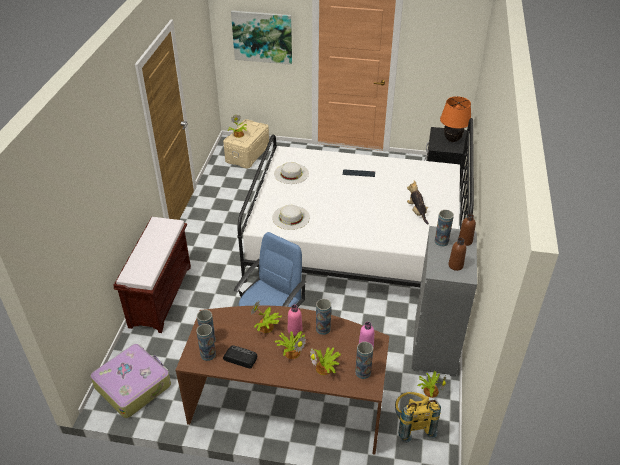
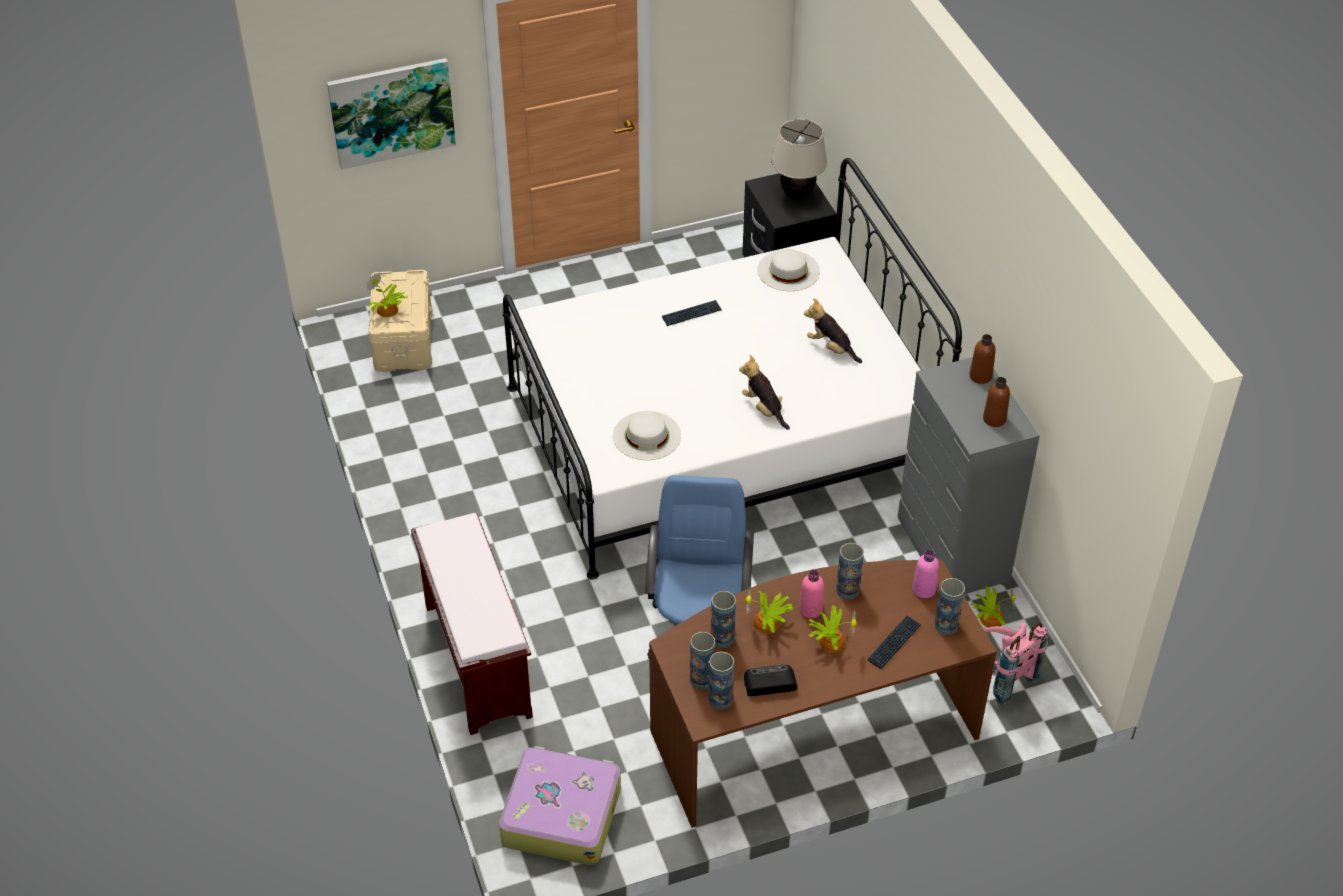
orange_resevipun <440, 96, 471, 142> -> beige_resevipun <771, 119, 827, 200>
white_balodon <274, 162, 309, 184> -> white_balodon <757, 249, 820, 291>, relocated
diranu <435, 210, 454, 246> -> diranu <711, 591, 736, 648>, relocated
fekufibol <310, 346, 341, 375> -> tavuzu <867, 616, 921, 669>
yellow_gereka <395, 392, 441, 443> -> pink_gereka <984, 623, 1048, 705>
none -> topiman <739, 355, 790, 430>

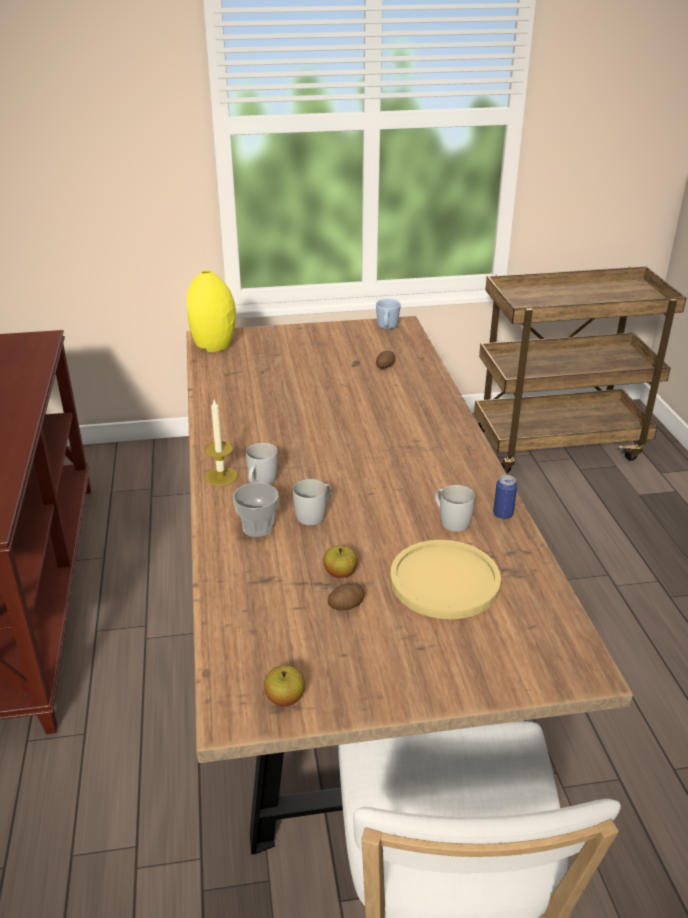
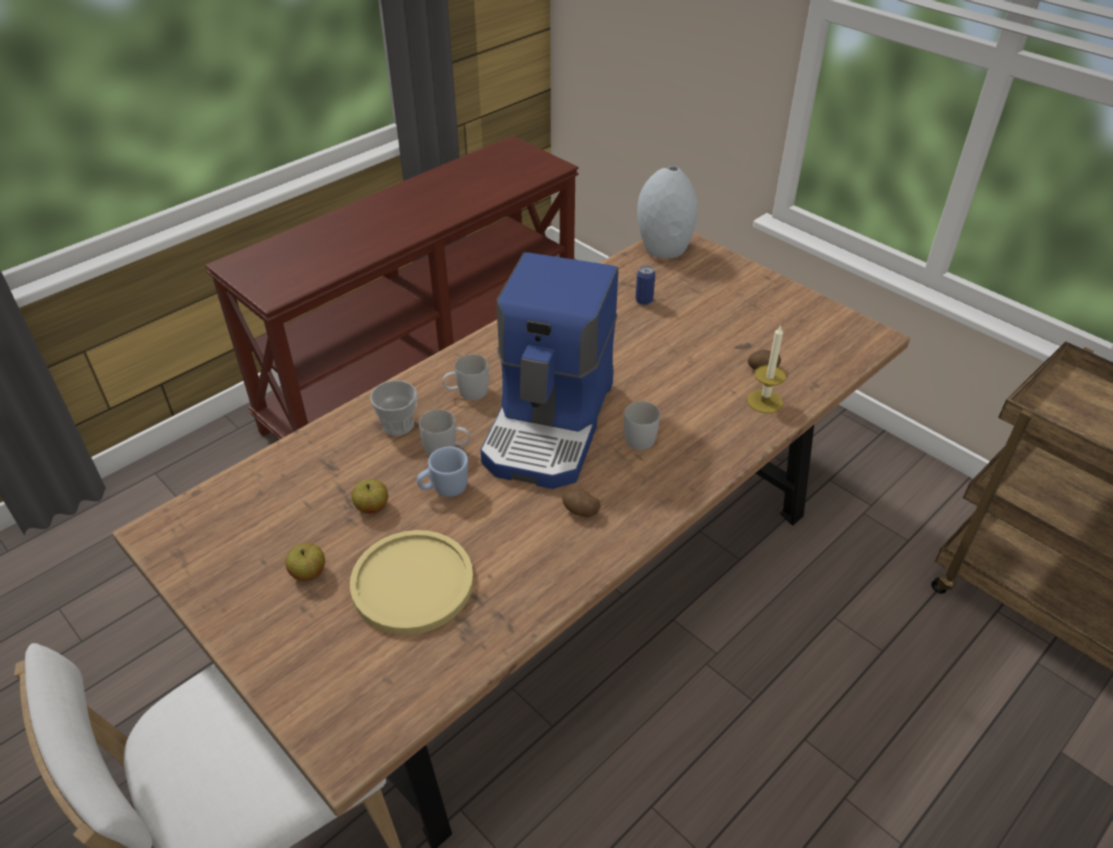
yellow_diranu <187, 270, 236, 352> -> grey_diranu <637, 166, 698, 258>
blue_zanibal <376, 299, 401, 329> -> blue_zanibal <417, 447, 468, 497>, relocated
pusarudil <205, 400, 238, 486> -> pusarudil <747, 325, 786, 413>, relocated
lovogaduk <493, 475, 517, 519> -> lovogaduk <635, 265, 655, 305>, relocated
white_zanibal <435, 485, 475, 532> -> white_zanibal <624, 401, 660, 450>, relocated
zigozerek <328, 583, 364, 610> -> zigozerek <562, 489, 601, 517>, relocated
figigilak <264, 665, 305, 706> -> figigilak <285, 543, 325, 581>, relocated
none -> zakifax <481, 252, 618, 489>

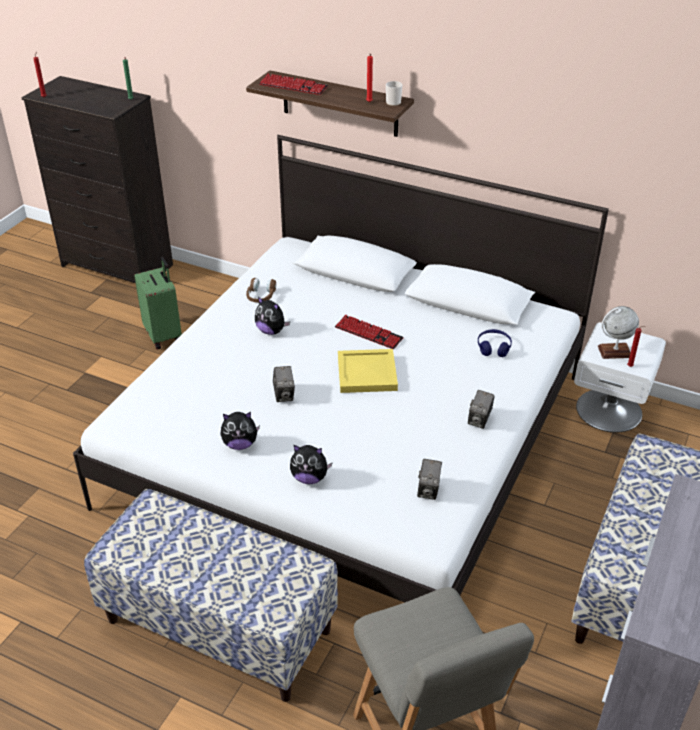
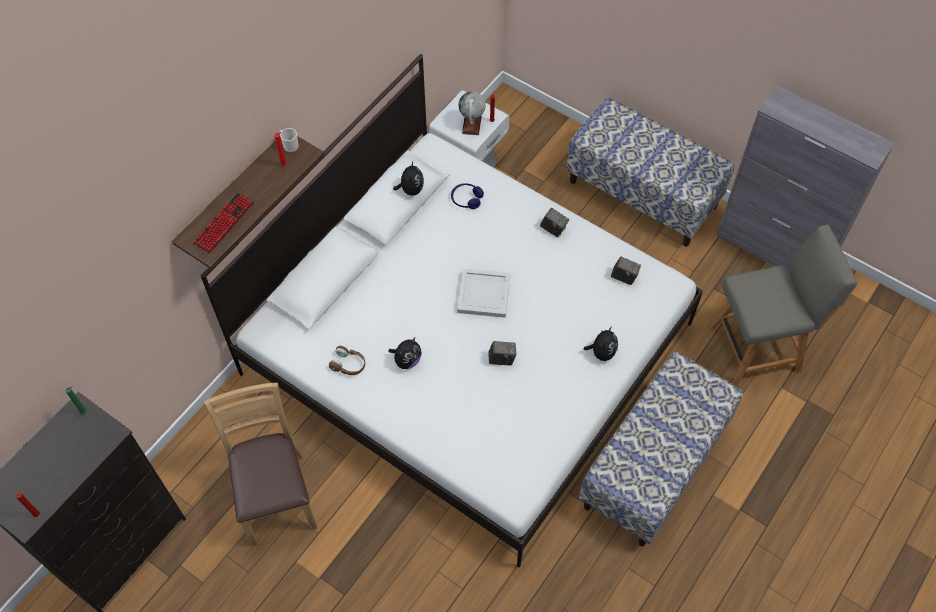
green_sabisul <134, 257, 182, 350> -> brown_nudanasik <204, 383, 317, 546>
tavuzu <335, 314, 404, 349> -> none
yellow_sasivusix <338, 349, 398, 393> -> white_sasivusix <457, 268, 511, 318>
topiman <220, 412, 260, 450> -> topiman <393, 161, 424, 196>, relocated

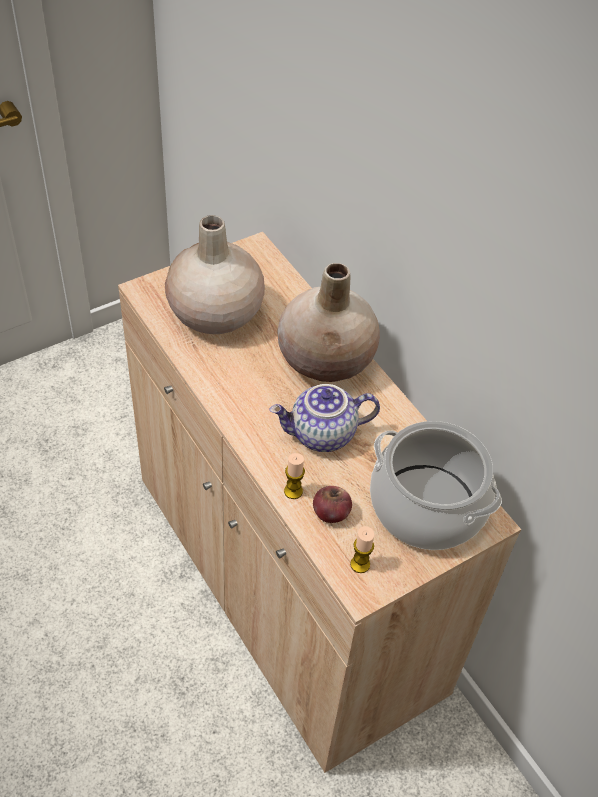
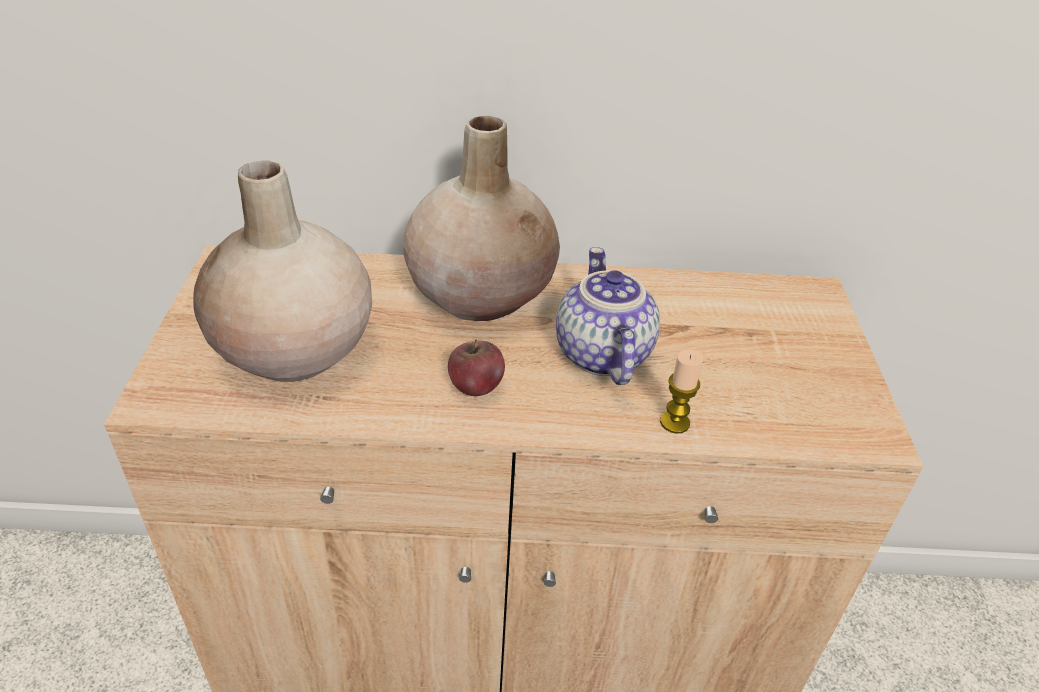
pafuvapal <269, 384, 380, 452> -> pafuvapal <556, 247, 660, 385>, 150 degrees clockwise
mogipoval <370, 421, 502, 550> -> none
figigilak <313, 486, 352, 523> -> figigilak <448, 339, 505, 396>, relocated
pusarudil <350, 526, 375, 573> -> none

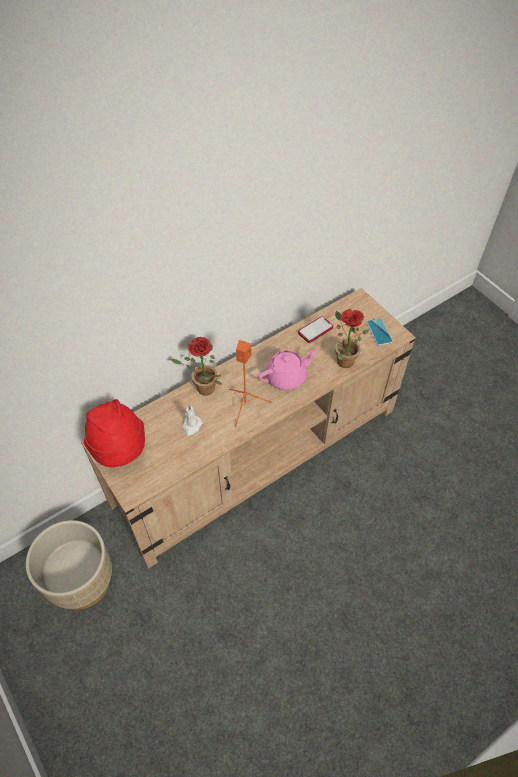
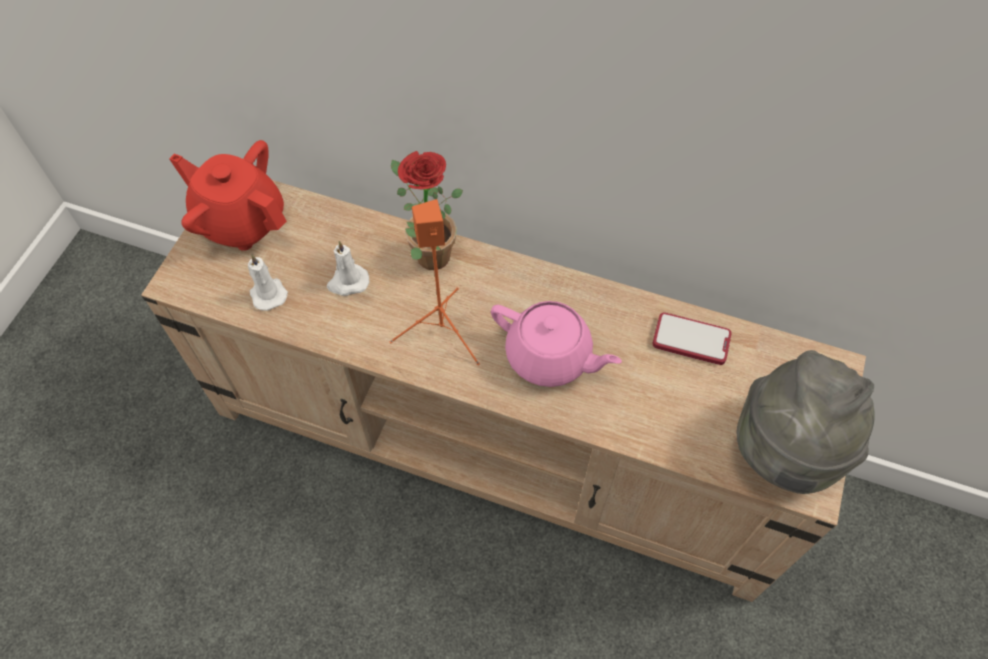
fekufibol <335, 309, 368, 368> -> none
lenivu <366, 318, 393, 346> -> grey_balodon <737, 350, 875, 494>
red_balodon <84, 399, 145, 467> -> red_pafuvapal <169, 140, 287, 251>
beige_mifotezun <26, 520, 112, 610> -> none
none -> white_pusarudil <248, 254, 288, 311>

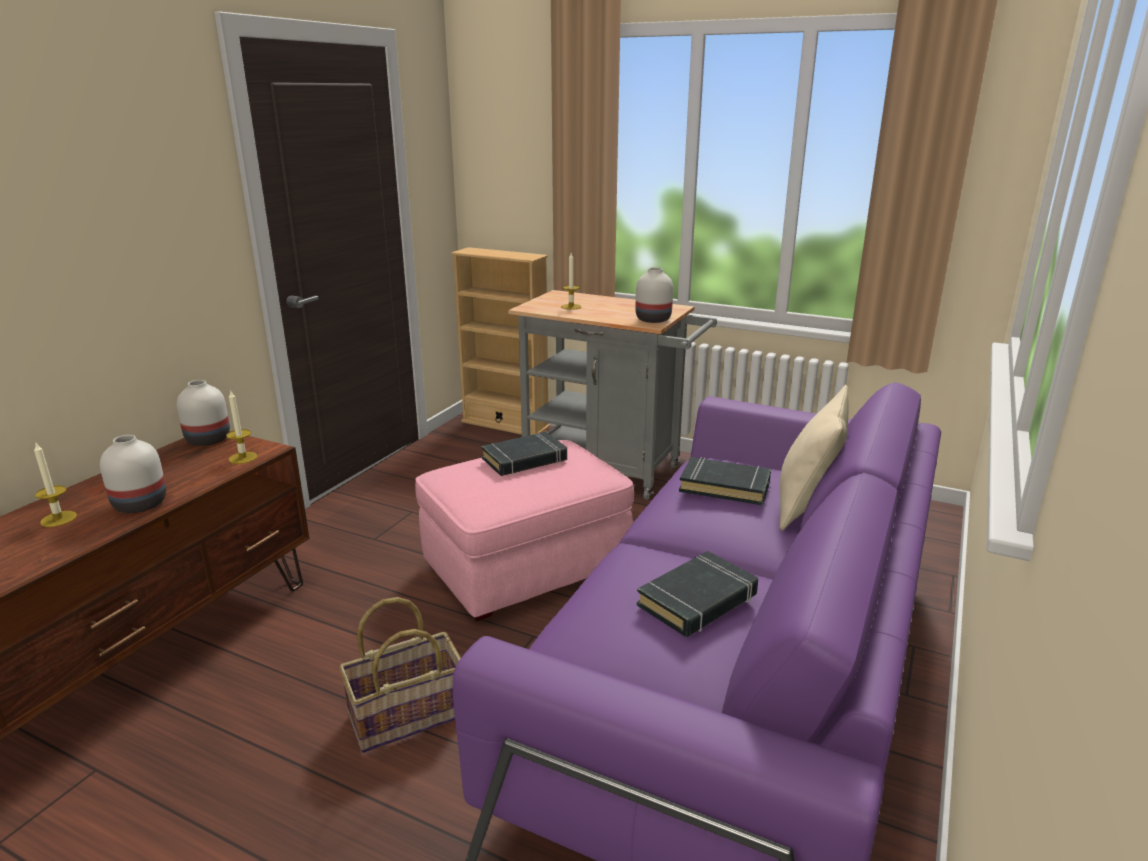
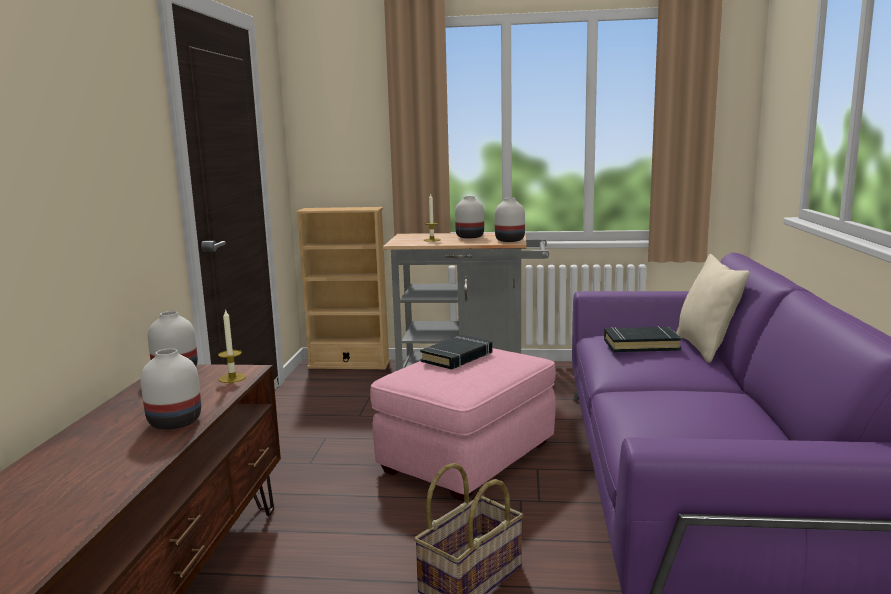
pusarudil <34, 443, 77, 527> -> none
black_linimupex <637, 551, 758, 637> -> none
none -> white_diranu <455, 196, 484, 238>

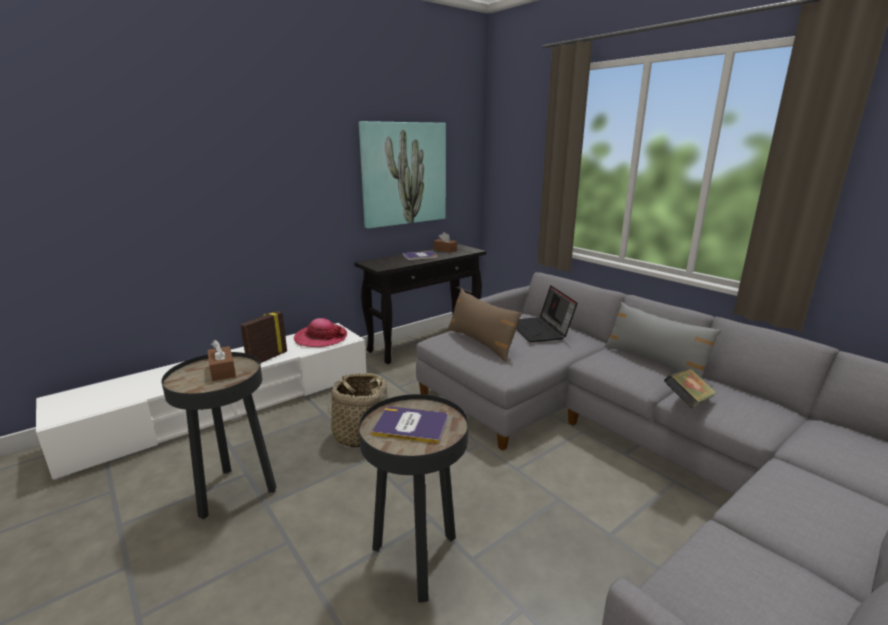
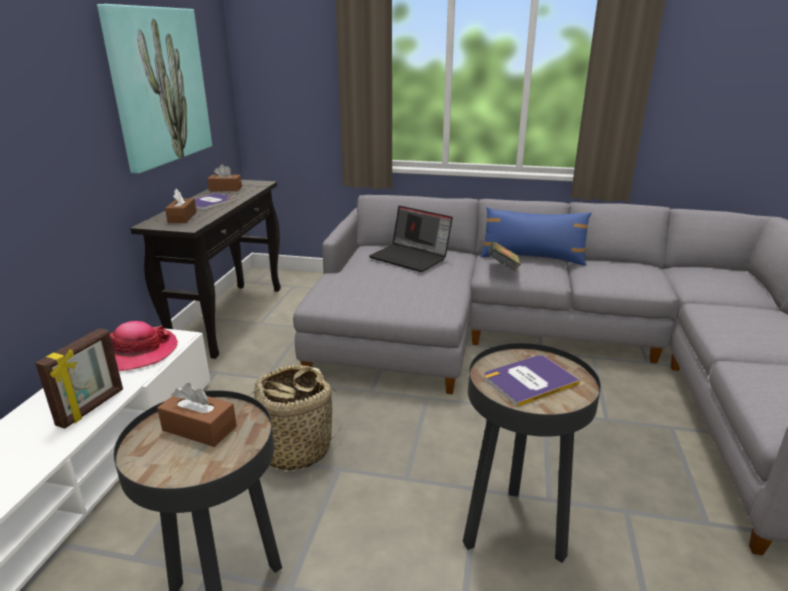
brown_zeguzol <447, 288, 522, 362> -> none
grey_zeguzol <604, 302, 722, 379> -> blue_zeguzol <480, 207, 591, 266>
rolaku <240, 311, 287, 363> -> rolaku <35, 328, 123, 429>, 150 degrees counterclockwise
linimupex <664, 368, 717, 408> -> linimupex <489, 241, 521, 271>, relocated
none -> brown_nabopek <165, 189, 197, 223>

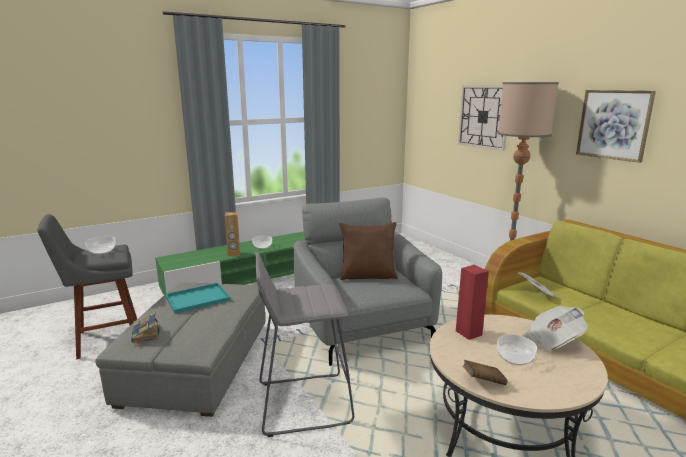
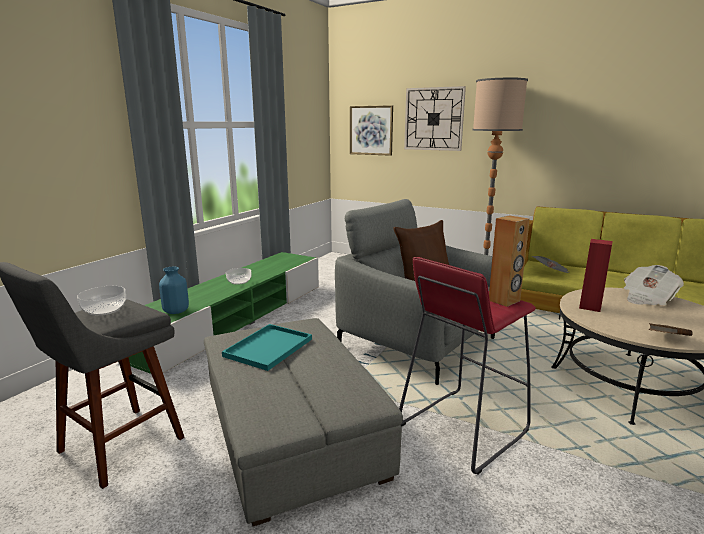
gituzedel <576, 90, 656, 163> -> gituzedel <350, 105, 393, 156>, relocated
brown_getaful <225, 212, 240, 256> -> brown_getaful <489, 215, 530, 307>, relocated
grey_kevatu <255, 252, 354, 437> -> red_kevatu <399, 257, 536, 475>
linimupex <131, 312, 160, 344> -> none
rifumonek <497, 335, 537, 366> -> none
none -> blue_diranu <159, 267, 189, 314>

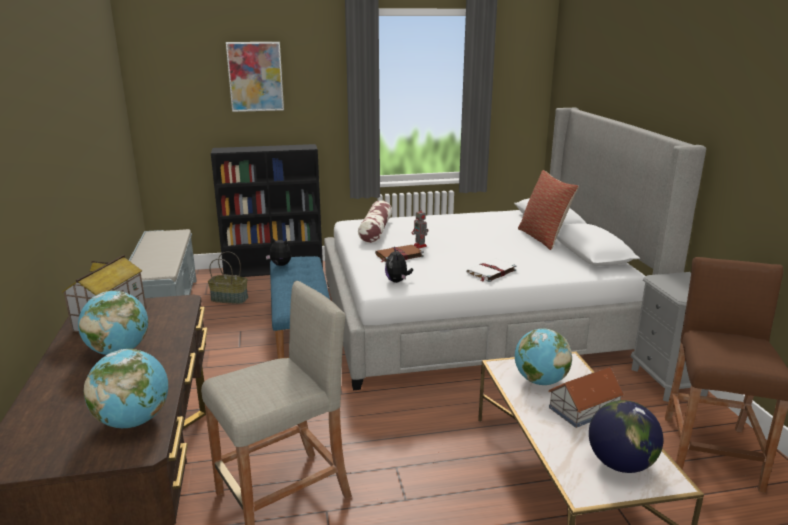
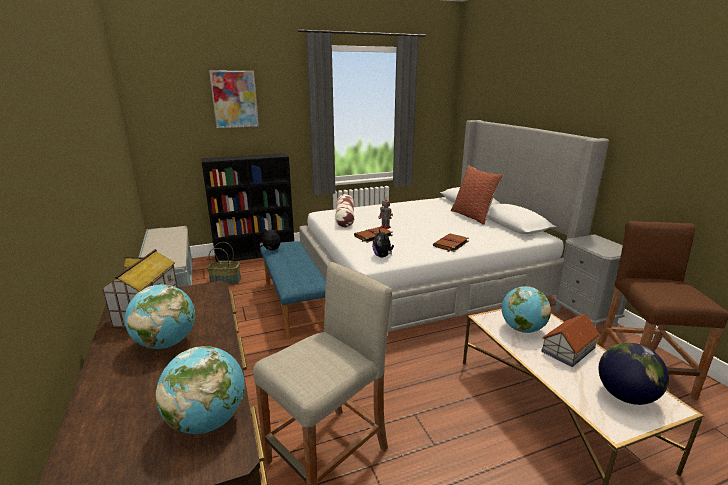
white_linimupex <466, 259, 517, 282> -> brown_linimupex <433, 234, 469, 252>

